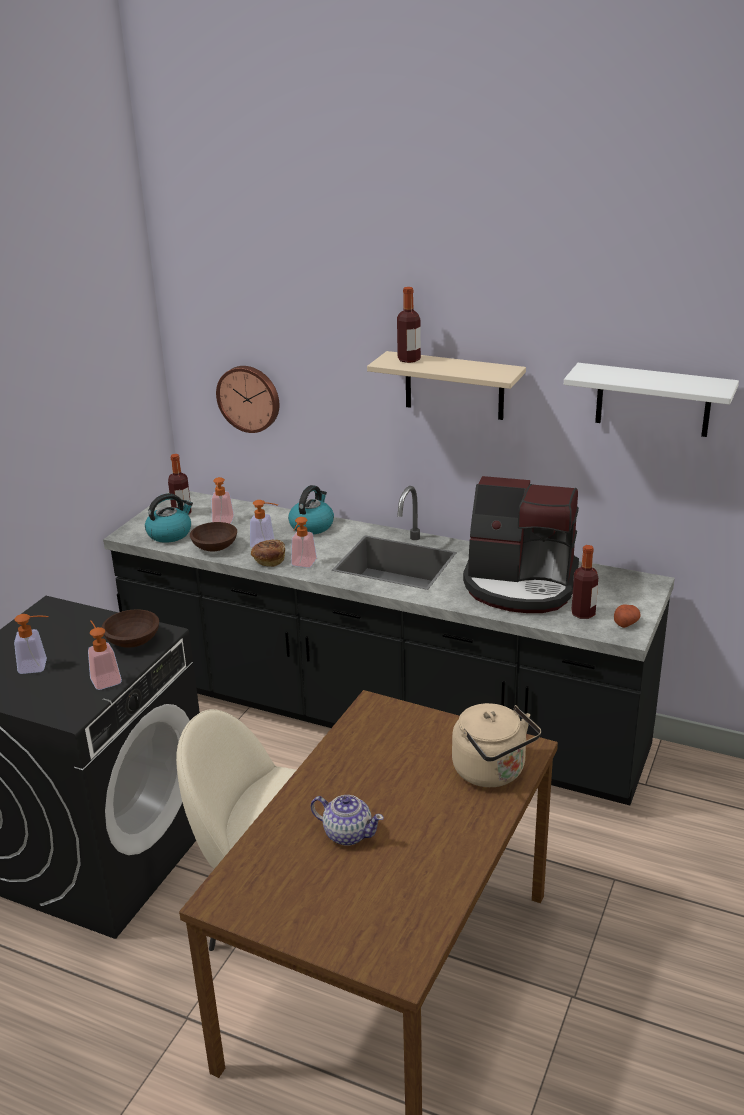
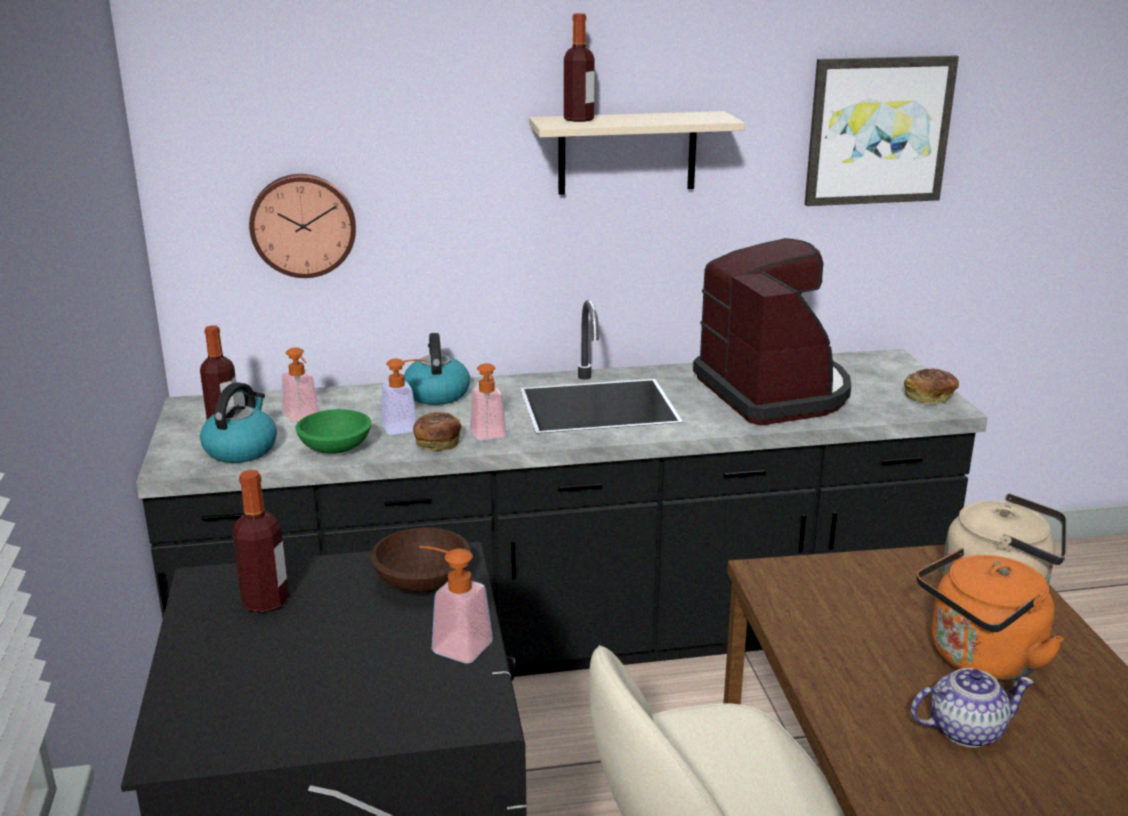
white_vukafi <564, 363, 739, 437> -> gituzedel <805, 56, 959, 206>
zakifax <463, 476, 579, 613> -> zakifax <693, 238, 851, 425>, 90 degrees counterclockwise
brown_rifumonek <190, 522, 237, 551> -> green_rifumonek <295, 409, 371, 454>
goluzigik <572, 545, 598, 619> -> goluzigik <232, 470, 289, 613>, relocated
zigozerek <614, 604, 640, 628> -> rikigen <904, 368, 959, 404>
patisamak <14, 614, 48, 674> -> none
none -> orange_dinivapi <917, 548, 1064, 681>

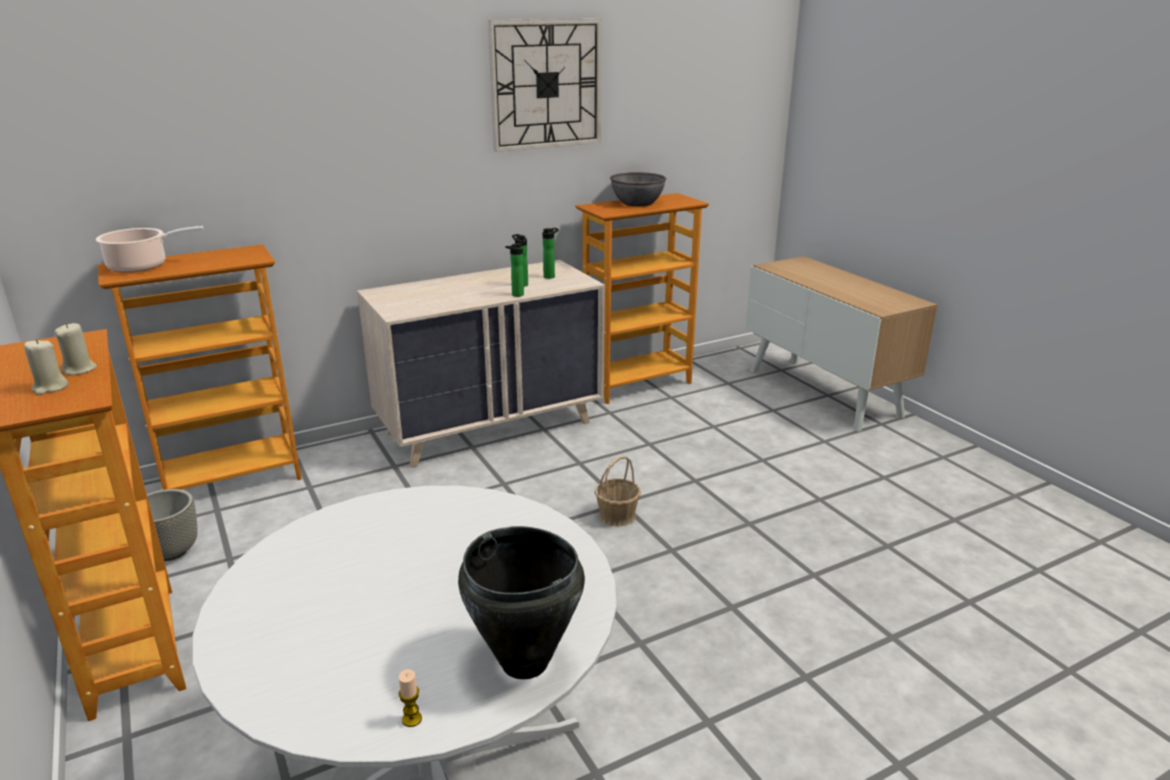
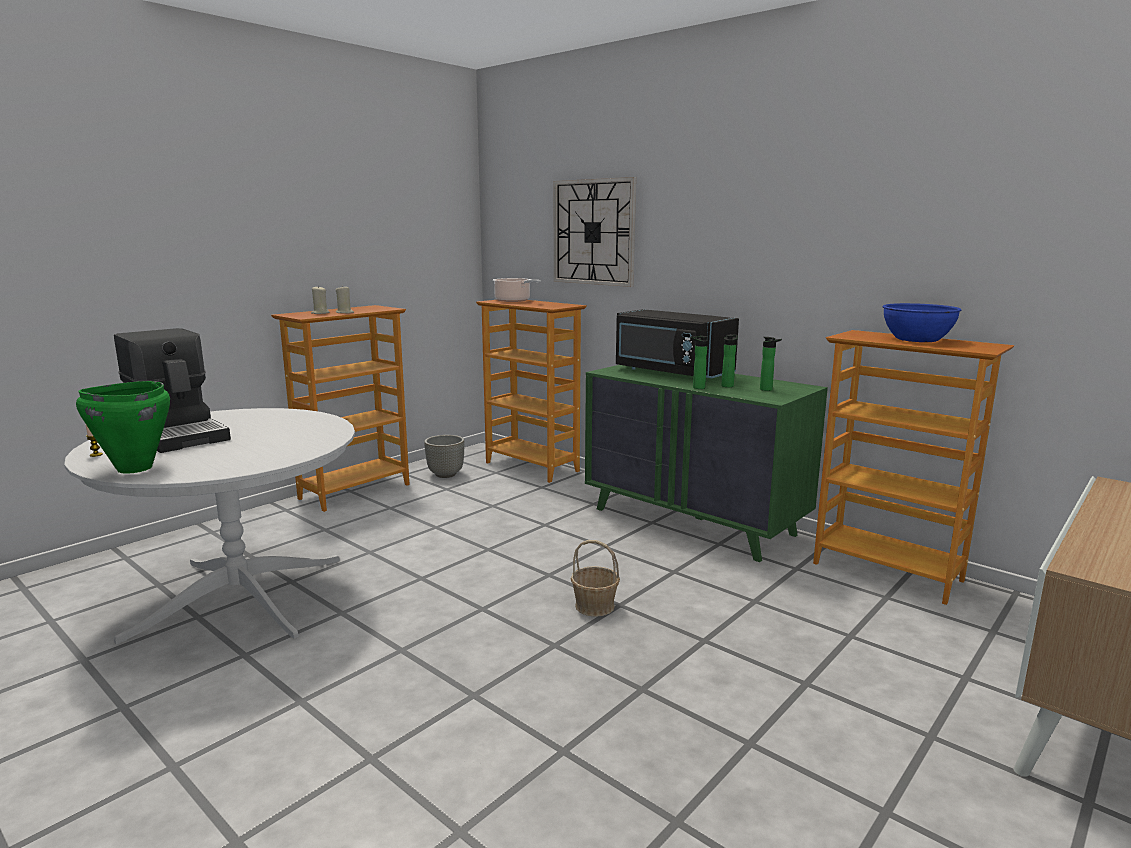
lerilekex <488, 19, 602, 152> -> lerilekex <554, 177, 636, 287>, relocated
grey_rifumonek <610, 172, 666, 206> -> blue_rifumonek <883, 303, 962, 342>
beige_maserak <357, 260, 605, 468> -> green_maserak <585, 365, 828, 562>
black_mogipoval <458, 526, 585, 679> -> green_mogipoval <76, 381, 170, 474>
none -> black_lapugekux <616, 309, 739, 378>
none -> zakifax <114, 328, 231, 453>

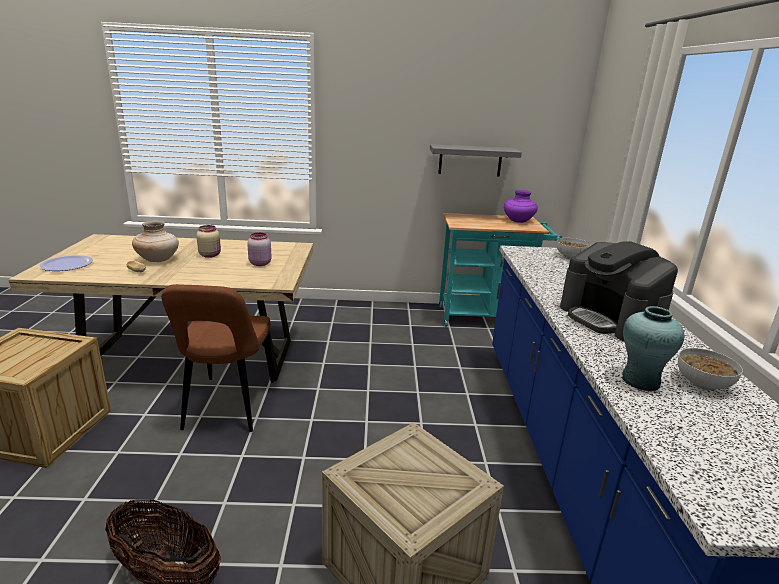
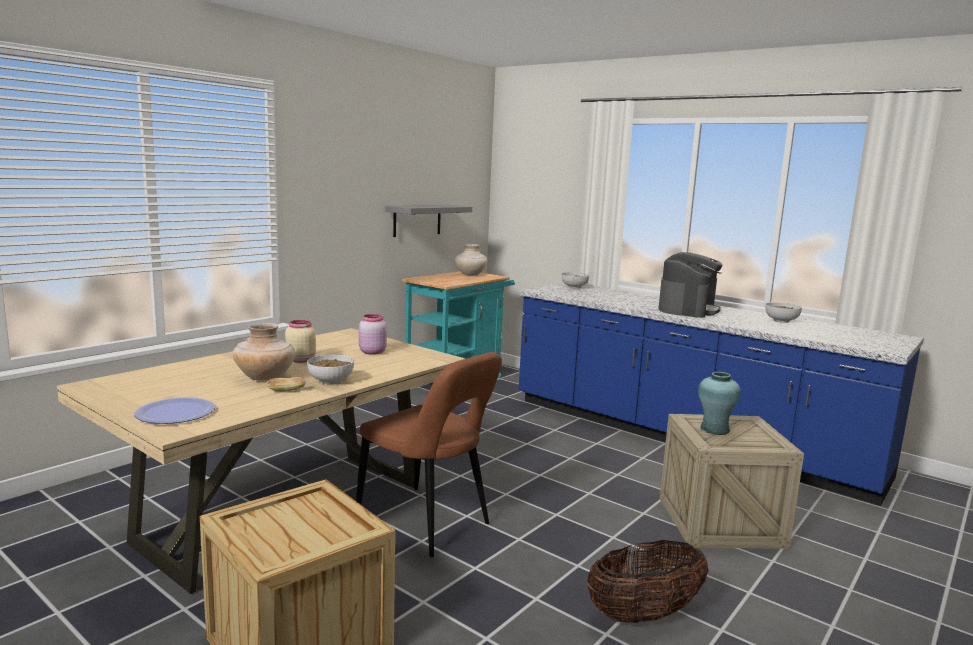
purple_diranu <504, 190, 538, 223> -> beige_diranu <455, 244, 487, 275>
zakifax <560, 241, 678, 341> -> zakifax <659, 252, 723, 318>, 75 degrees counterclockwise
turquoise_diranu <622, 306, 684, 391> -> turquoise_diranu <698, 372, 741, 435>, relocated
none -> rifumonek <307, 355, 354, 384>

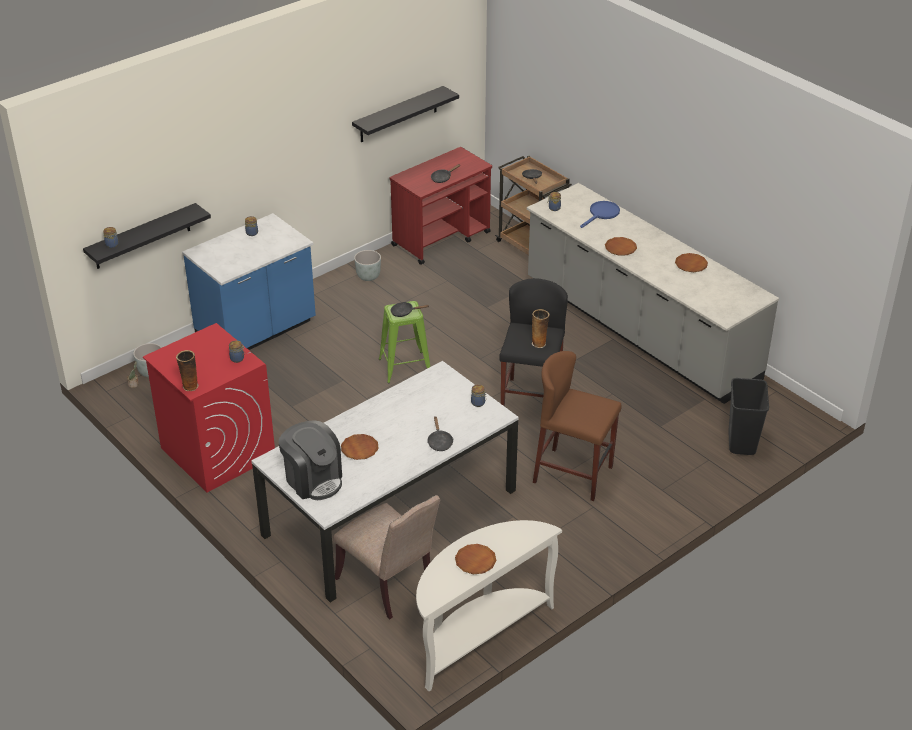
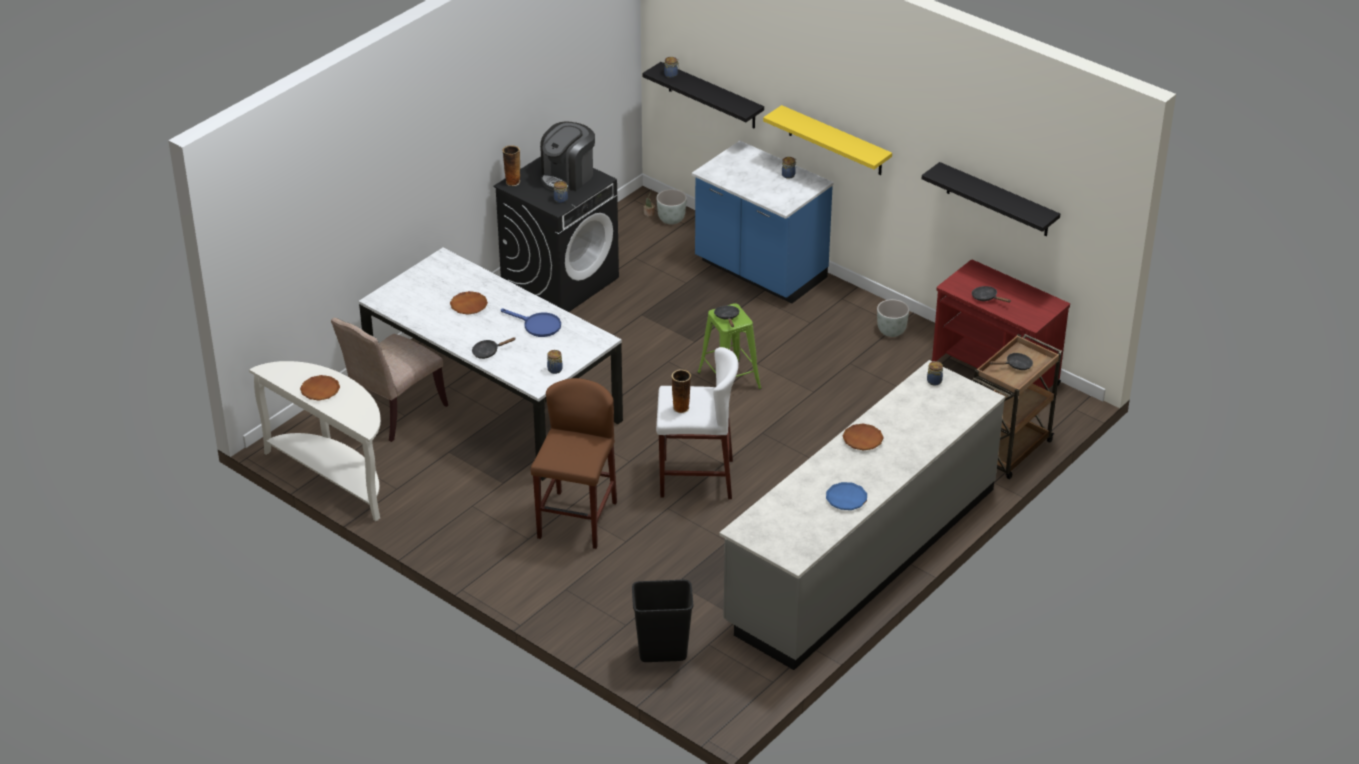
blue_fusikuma <580, 201, 620, 228> -> blue_fusikuma <501, 309, 561, 337>, relocated
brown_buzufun <675, 253, 708, 272> -> blue_buzufun <826, 482, 867, 510>
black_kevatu <499, 278, 568, 406> -> white_kevatu <656, 347, 739, 499>
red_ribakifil <143, 323, 275, 492> -> black_ribakifil <493, 156, 619, 312>
zakifax <279, 420, 342, 500> -> zakifax <540, 121, 595, 191>, relocated
none -> yellow_vukafi <763, 105, 892, 175>

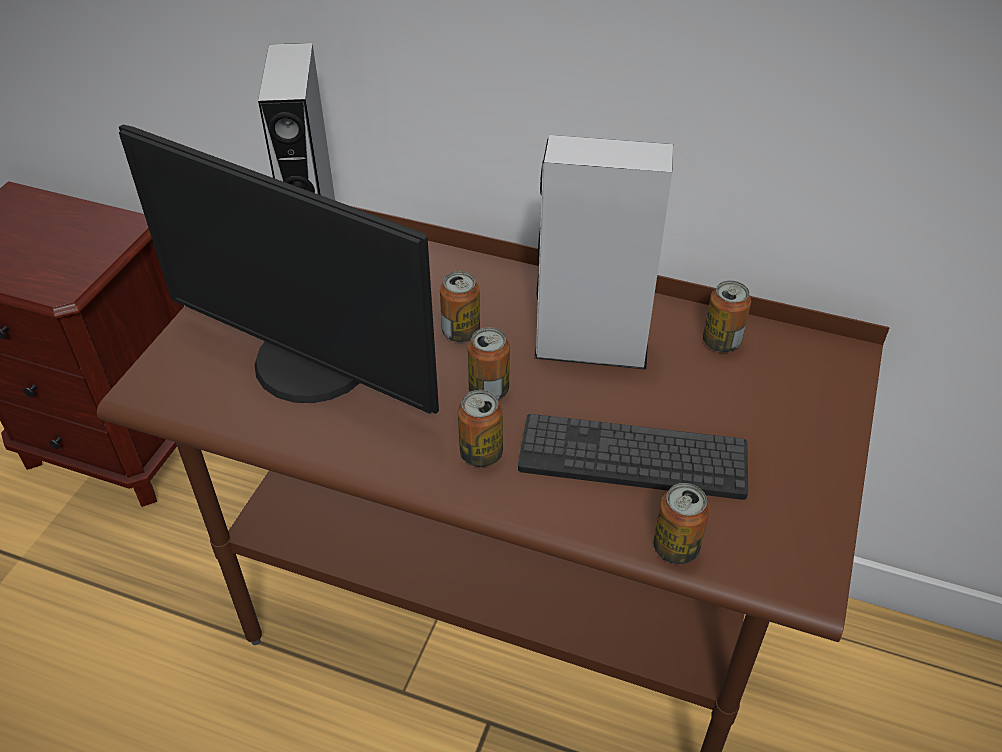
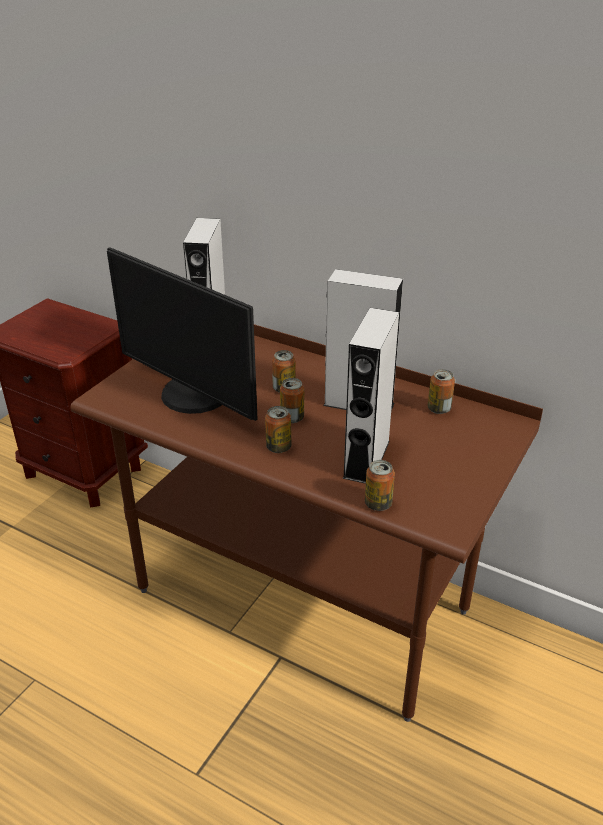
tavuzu <518, 414, 748, 500> -> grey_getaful <342, 308, 399, 484>

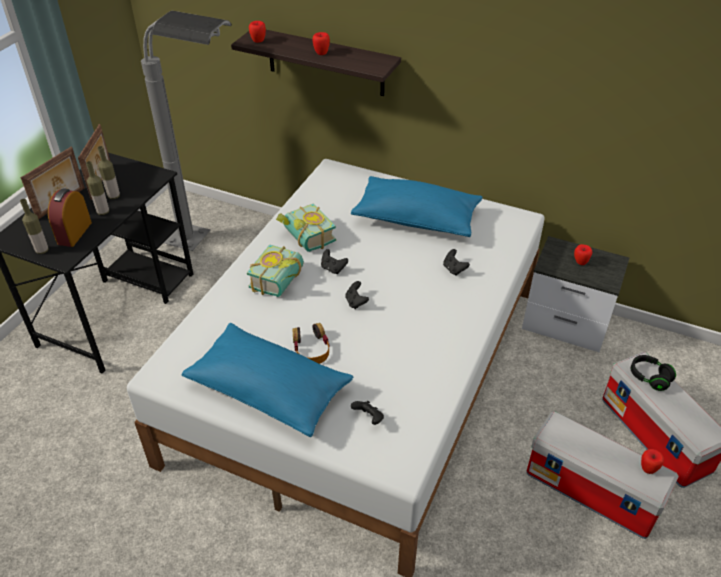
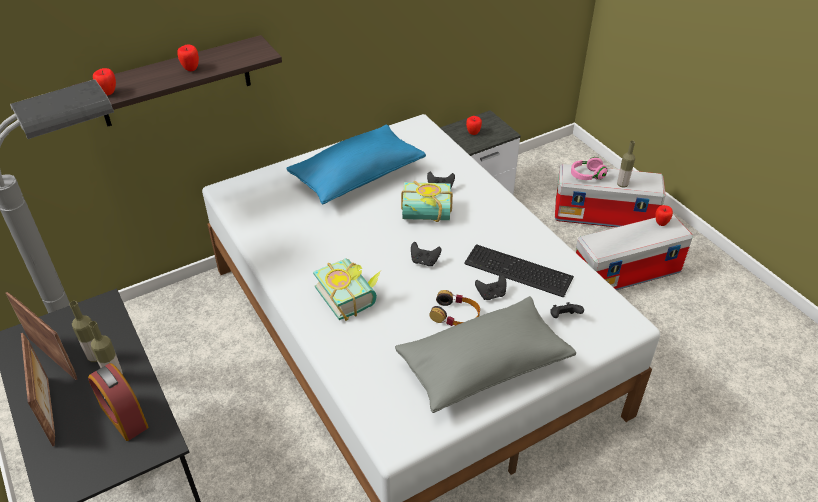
goluzigik <20, 199, 48, 254> -> goluzigik <617, 141, 635, 188>, relocated
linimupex <276, 203, 336, 252> -> linimupex <401, 181, 453, 222>, relocated
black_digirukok <321, 249, 348, 274> -> black_digirukok <475, 274, 506, 300>, relocated
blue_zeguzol <182, 323, 353, 437> -> grey_zeguzol <395, 296, 576, 413>
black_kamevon <631, 355, 676, 391> -> pink_kamevon <571, 157, 608, 180>
none -> tavuzu <464, 244, 574, 298>

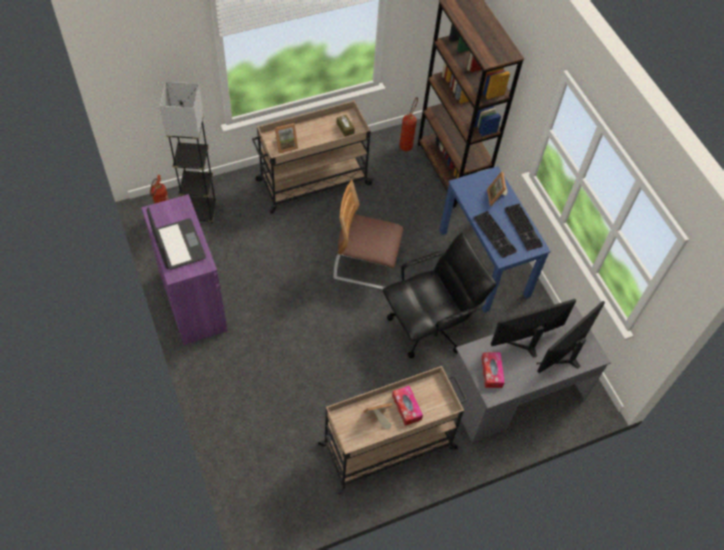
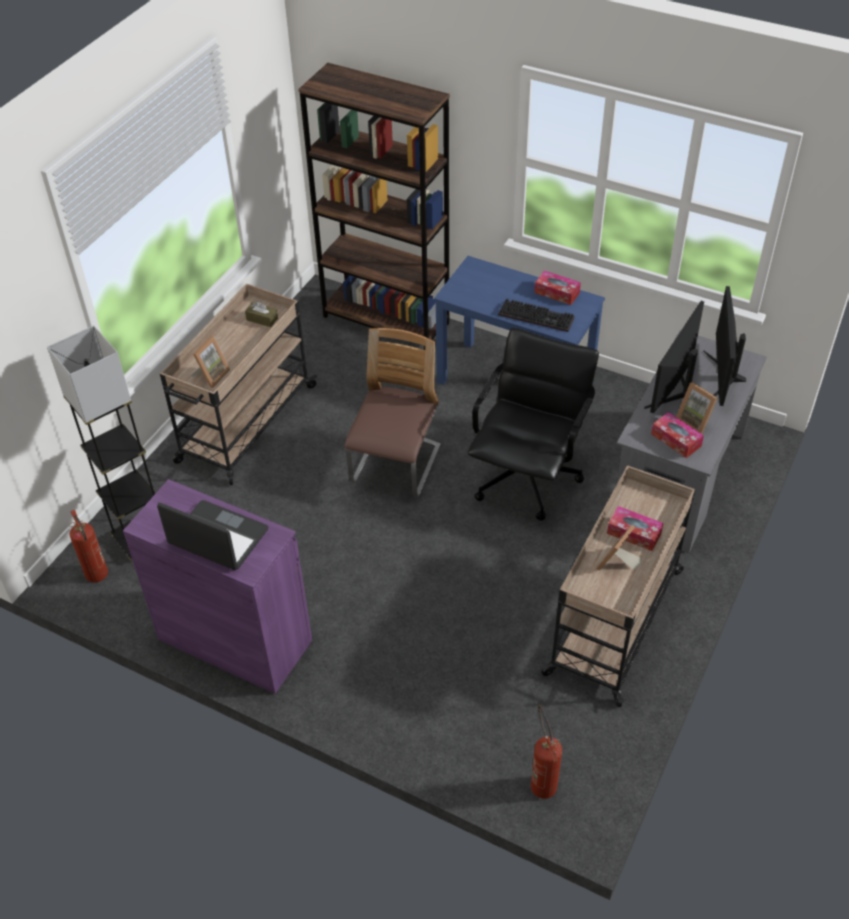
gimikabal <399, 97, 418, 151> -> gimikabal <531, 705, 562, 799>, relocated
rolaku <487, 172, 508, 206> -> rolaku <676, 382, 717, 434>, relocated
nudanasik <333, 180, 403, 289> -> nudanasik <345, 328, 441, 497>, 135 degrees clockwise
tavuzu <505, 203, 543, 251> -> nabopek <534, 271, 581, 305>

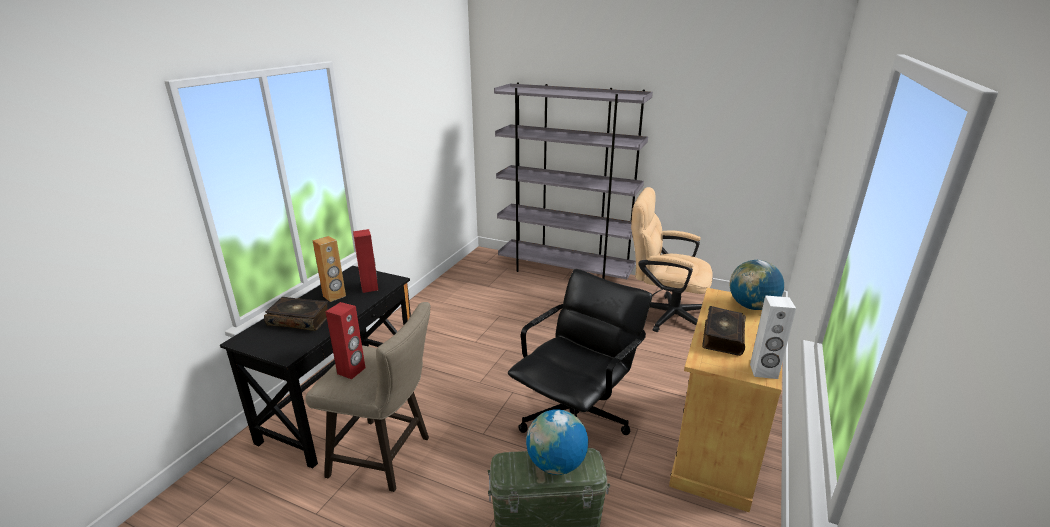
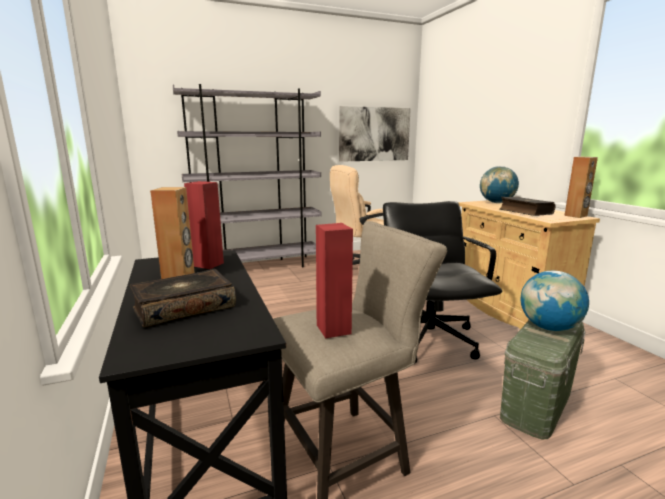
white_getaful <750, 295, 796, 379> -> brown_getaful <564, 157, 598, 218>
none -> gituzedel <339, 106, 411, 162>

